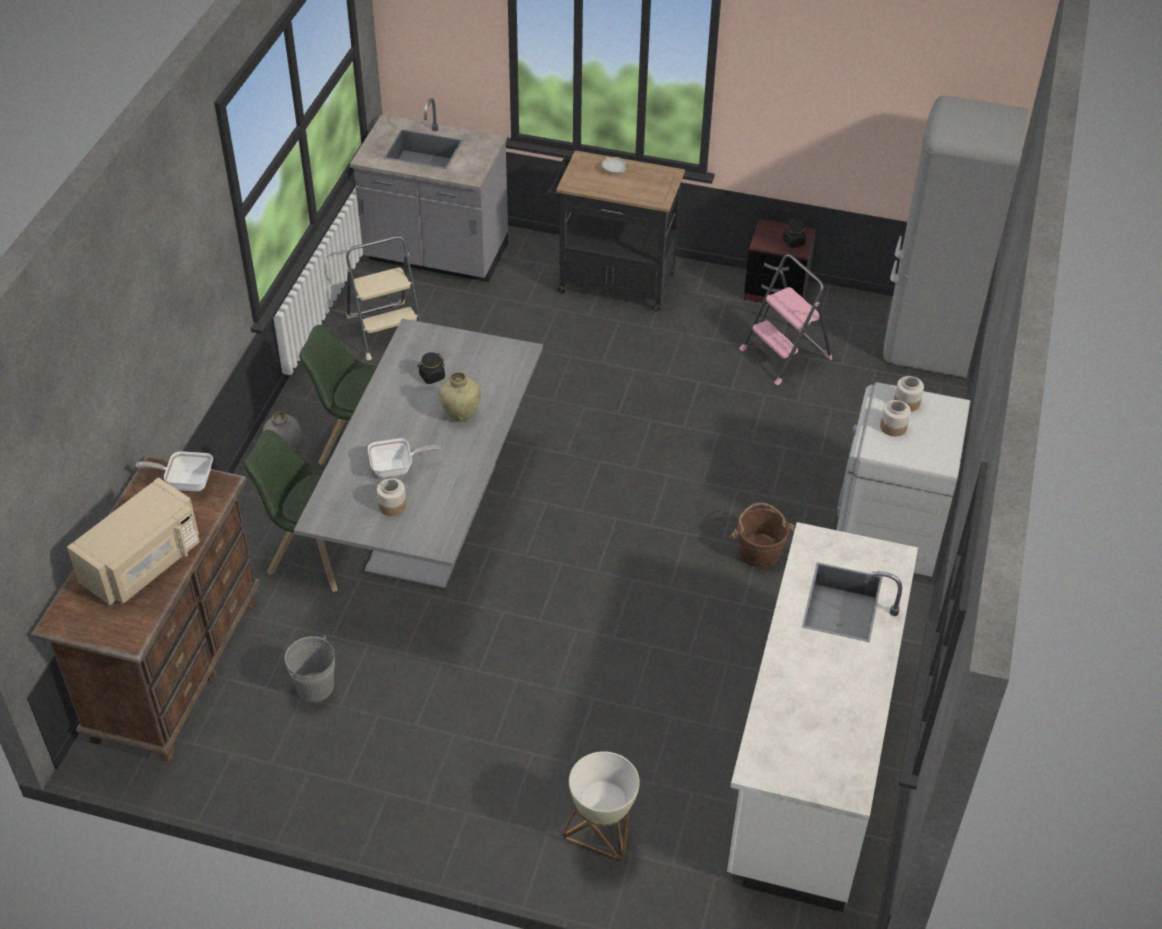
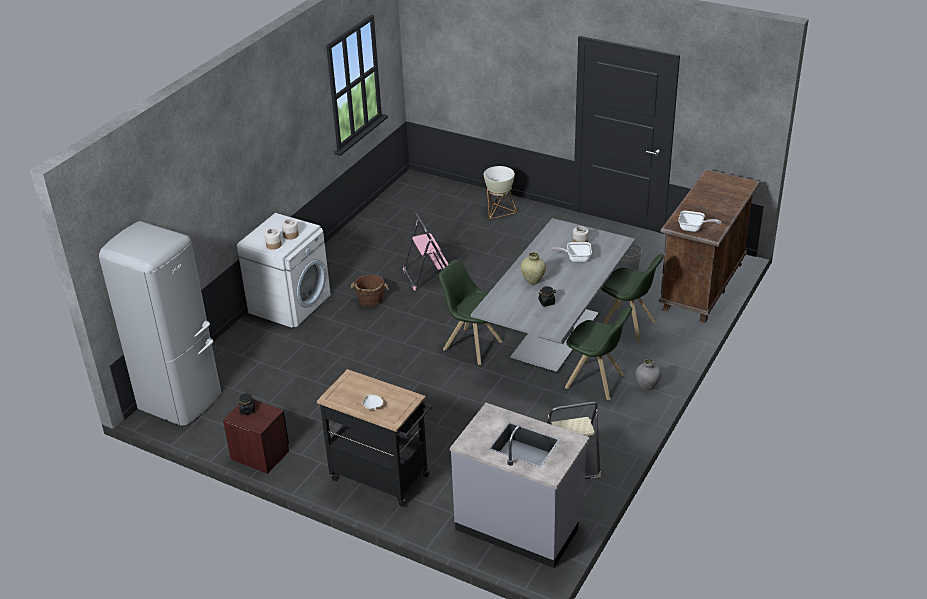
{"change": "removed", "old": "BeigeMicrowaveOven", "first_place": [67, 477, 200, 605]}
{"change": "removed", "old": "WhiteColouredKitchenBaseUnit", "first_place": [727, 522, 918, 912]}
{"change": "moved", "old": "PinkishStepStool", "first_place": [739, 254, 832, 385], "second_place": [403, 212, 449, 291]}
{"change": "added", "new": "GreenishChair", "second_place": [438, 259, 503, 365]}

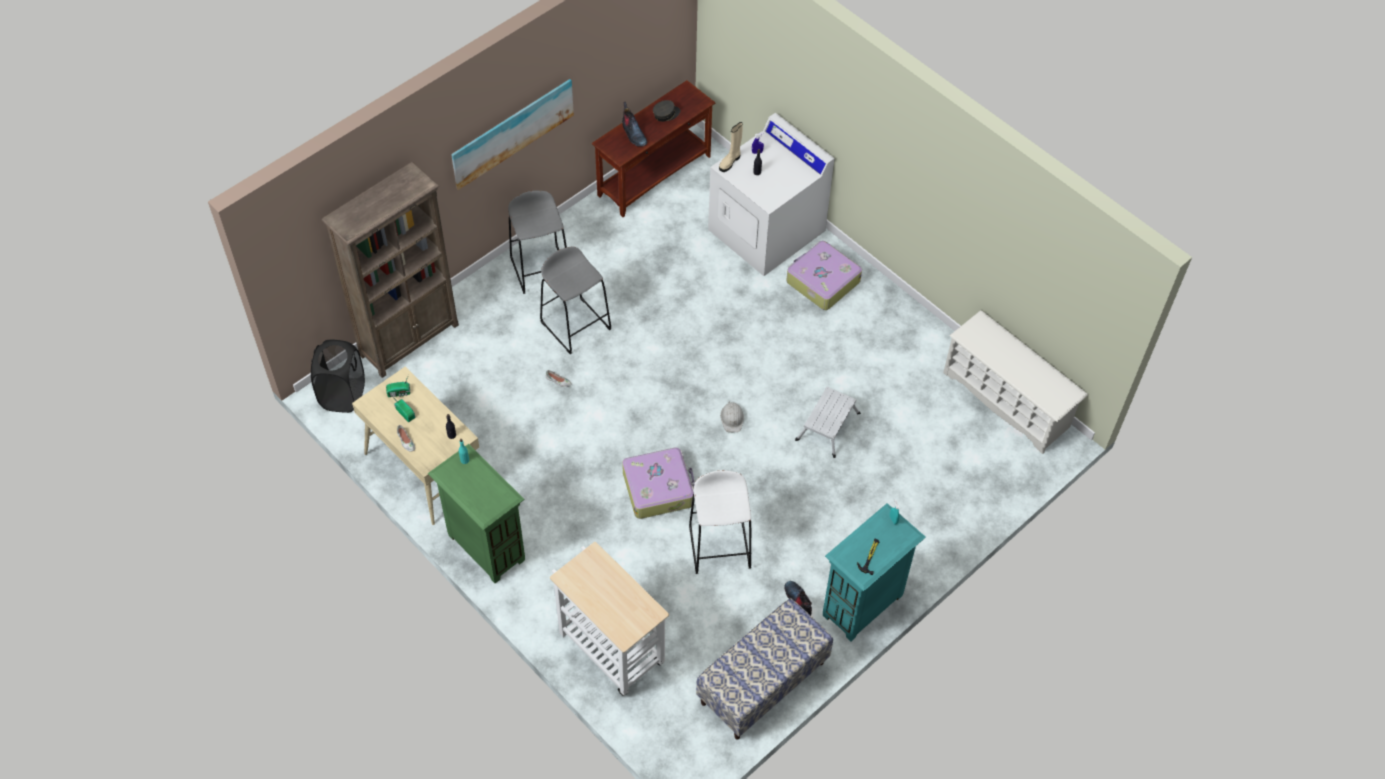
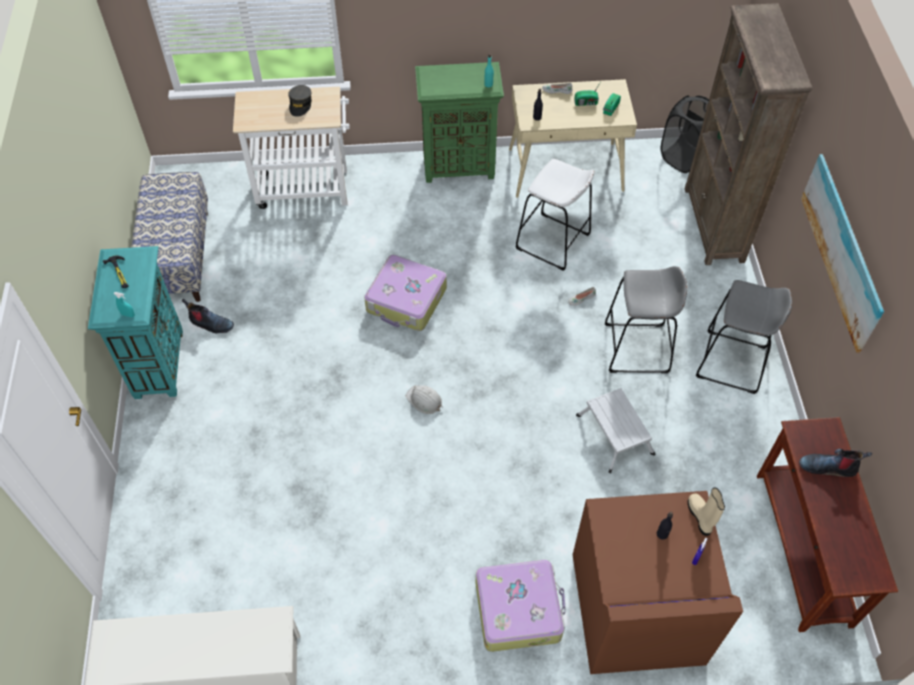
{"change": "moved", "old": "GreyishPeakedCap", "first_place": [653, 100, 681, 122], "second_place": [288, 85, 312, 117]}
{"change": "moved", "old": "WhiteColouredStoolSeat", "first_place": [689, 470, 752, 574], "second_place": [516, 159, 594, 271]}
{"change": "recoloured", "old": "WhiteColouredWashingMachine", "new": "BrownWashingMachine", "first_place": [708, 113, 835, 276], "second_place": [573, 491, 743, 674]}
{"change": "moved", "old": "WhiteColouredStepStool", "first_place": [795, 387, 861, 458], "second_place": [576, 388, 655, 474]}

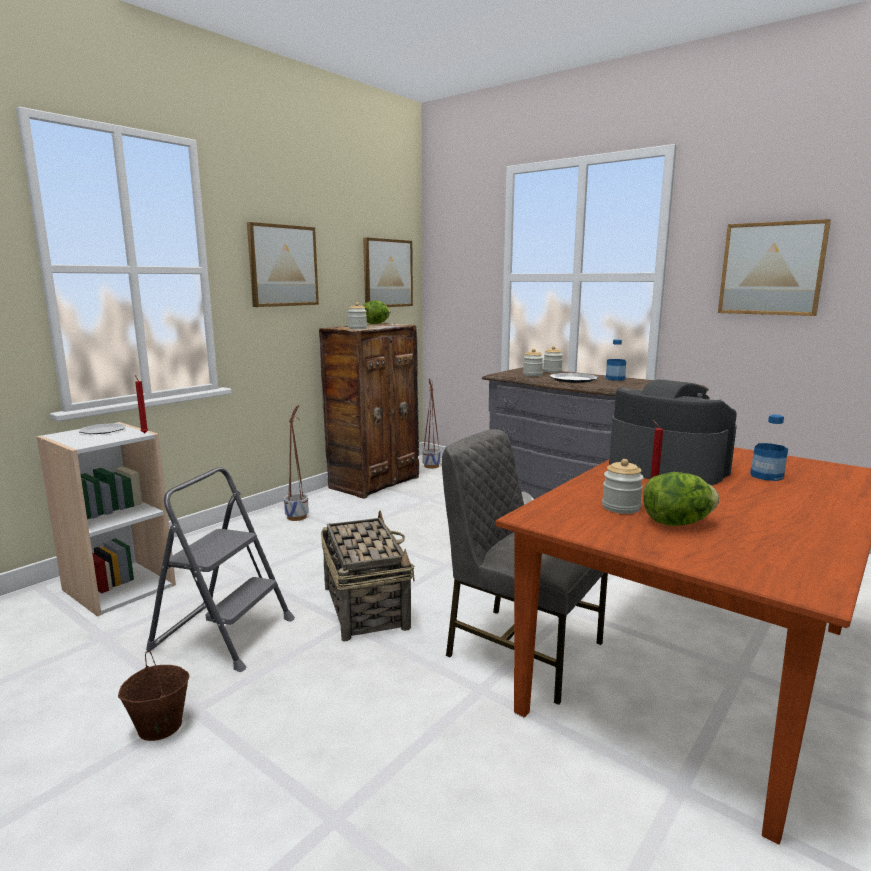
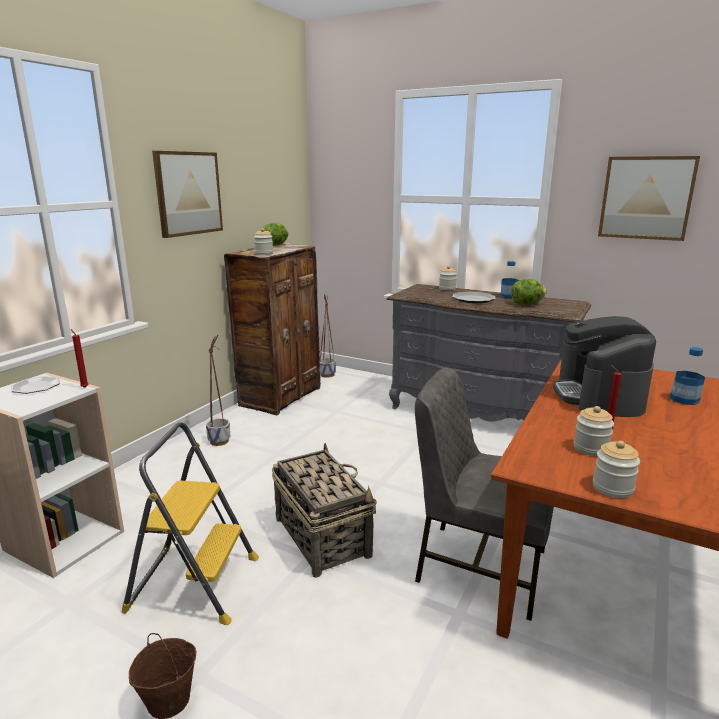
{"change": "recoloured", "old": "GreyishStepStool", "new": "YellowStepStool", "first_place": [146, 467, 295, 672], "second_place": [122, 422, 259, 625]}
{"change": "removed", "old": "WallPicture", "first_place": [363, 237, 413, 307]}
{"change": "moved", "old": "Jar", "first_place": [523, 349, 543, 376], "second_place": [593, 441, 640, 498]}
{"change": "turned", "old": "CoffeeBrewer", "first_place": [609, 380, 737, 485], "second_place": [553, 316, 656, 417], "degrees": -120}
{"change": "moved", "old": "Lettuce", "first_place": [643, 472, 720, 526], "second_place": [511, 279, 547, 305]}

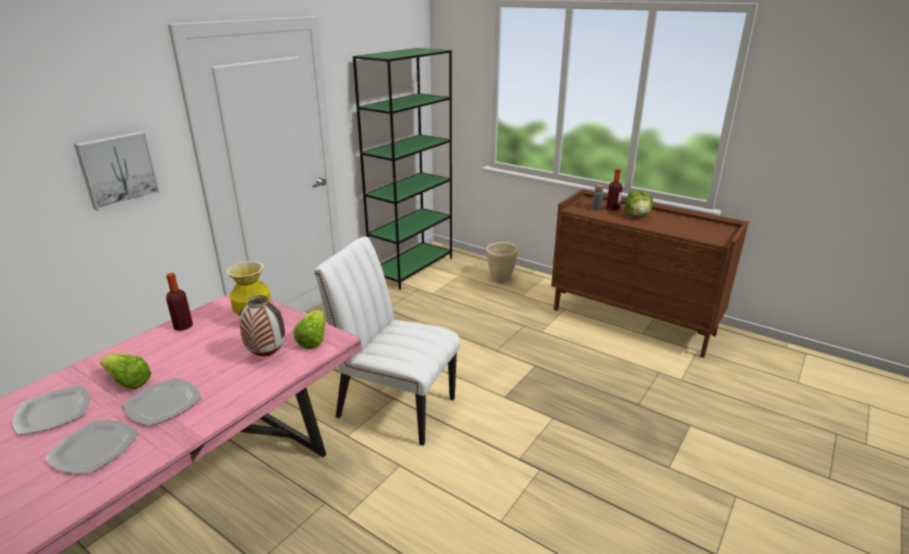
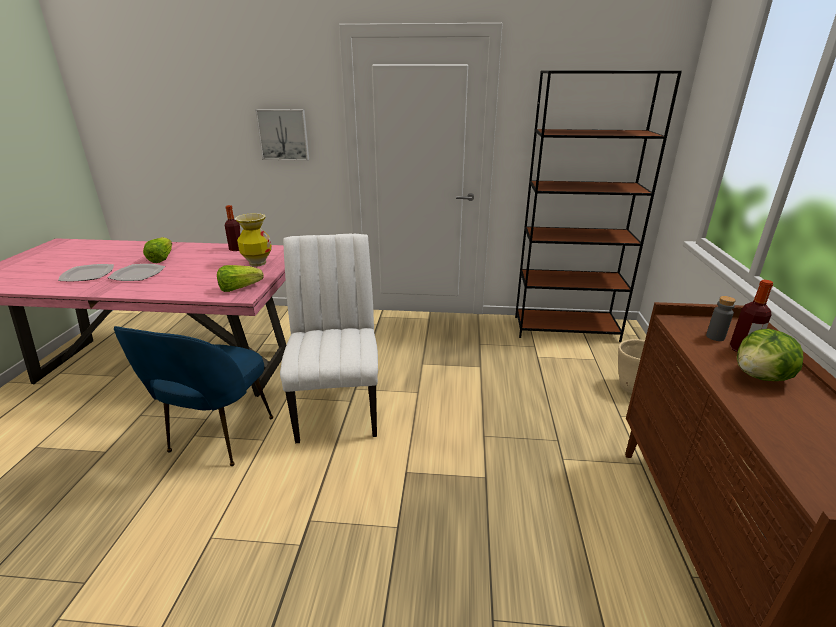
{"change": "removed", "old": "DinnerPlate", "first_place": [12, 386, 90, 435]}
{"change": "removed", "old": "Vase", "first_place": [239, 295, 285, 357]}
{"change": "recoloured", "old": "GreenishShelvingUnit", "new": "BrownShelvingUnit", "first_place": [353, 48, 452, 290], "second_place": [515, 71, 682, 342]}
{"change": "added", "new": "BlueChair", "second_place": [114, 326, 273, 466]}

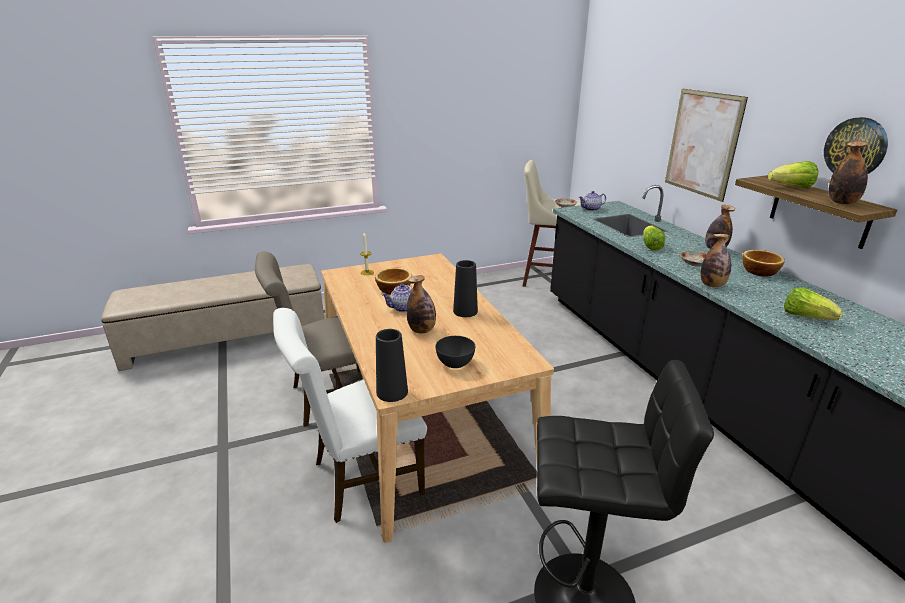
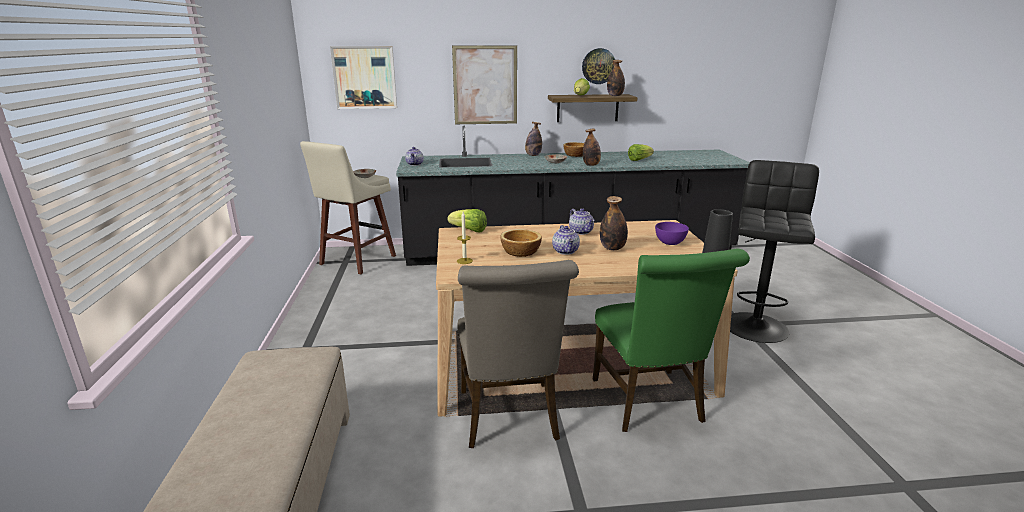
{"change": "recoloured", "old": "WhiteColouredChair", "new": "GreenishChair", "first_place": [273, 308, 427, 523], "second_place": [593, 249, 750, 432]}
{"change": "recoloured", "old": "GreyishServingBowl", "new": "PurpleColouredServingBowl", "first_place": [436, 336, 475, 368], "second_place": [655, 222, 689, 245]}
{"change": "replaced", "old": "BlackColouredVase", "new": "TeaPot", "first_place": [453, 260, 478, 317], "second_place": [569, 208, 595, 235]}
{"change": "moved", "old": "Lettuce", "first_place": [643, 225, 665, 251], "second_place": [448, 209, 487, 232]}
{"change": "added", "new": "WallPicture", "second_place": [330, 46, 397, 109]}

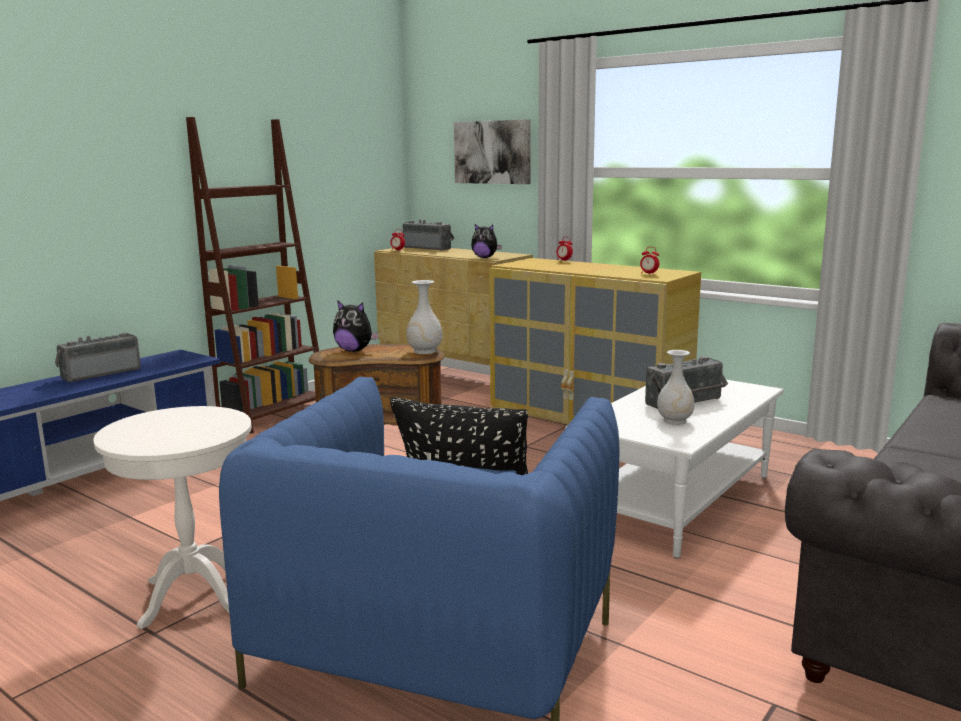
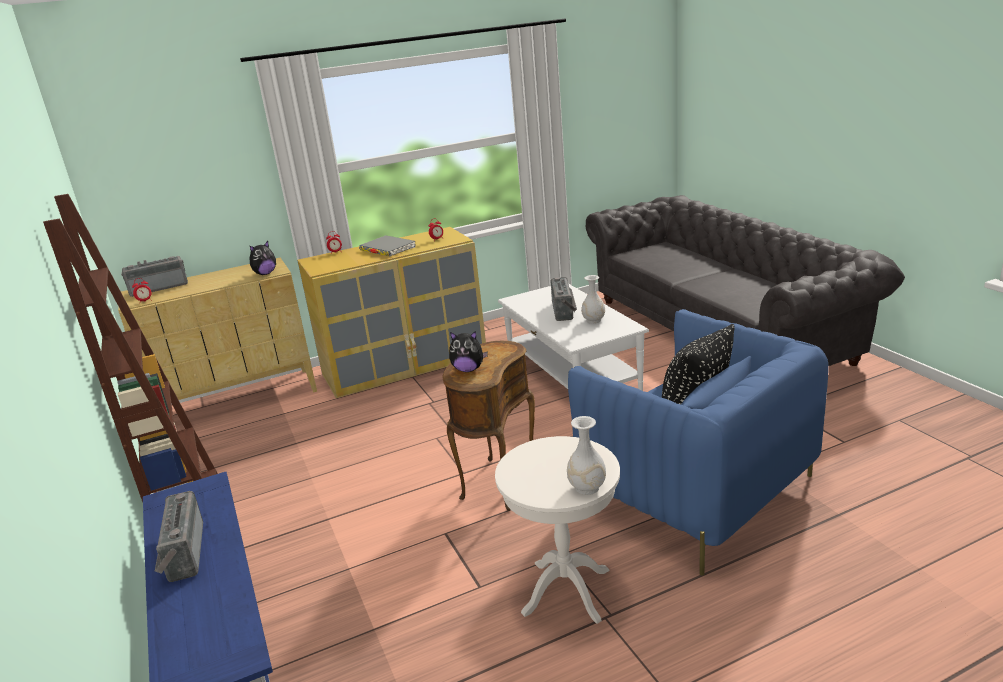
{"change": "turned", "old": "CuddlyToy", "first_place": [333, 300, 379, 352], "second_place": [449, 331, 488, 372], "degrees": 45}
{"change": "moved", "old": "WhiteColouredVase", "first_place": [406, 280, 443, 354], "second_place": [567, 416, 606, 495]}
{"change": "removed", "old": "WallPicture", "first_place": [454, 119, 531, 184]}
{"change": "added", "new": "GreyishVolume", "second_place": [359, 235, 416, 256]}

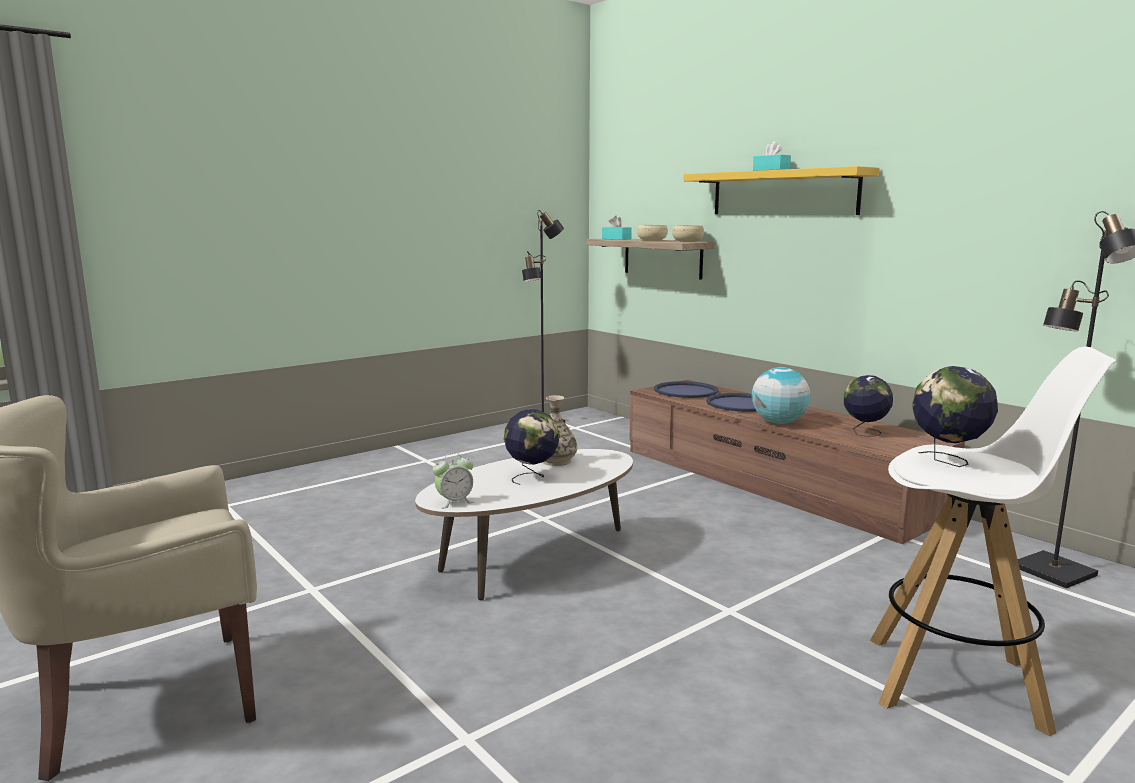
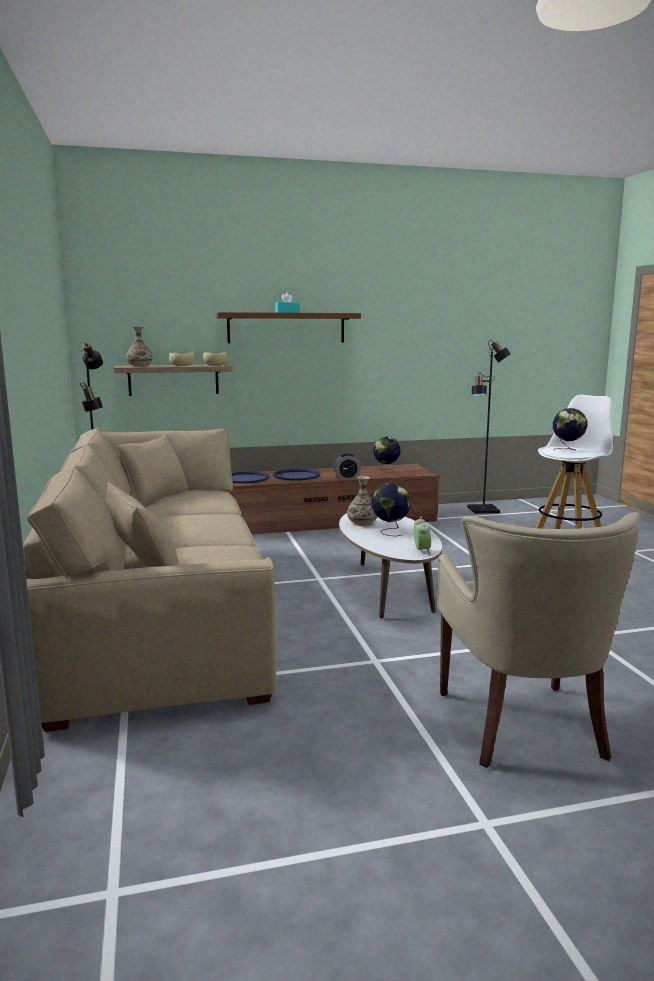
{"change": "replaced", "old": "BlueGreenTissueHolder", "new": "Vase", "first_place": [602, 216, 632, 240], "second_place": [126, 327, 153, 367]}
{"change": "recoloured", "old": "YellowShelf", "new": "BrownShelf", "first_place": [683, 166, 880, 215], "second_place": [216, 312, 361, 343]}
{"change": "replaced", "old": "WorldGlobe", "new": "BedsideClock", "first_place": [752, 367, 810, 424], "second_place": [334, 454, 361, 479]}
{"change": "added", "new": "BeigeSettee", "second_place": [23, 427, 276, 732]}

